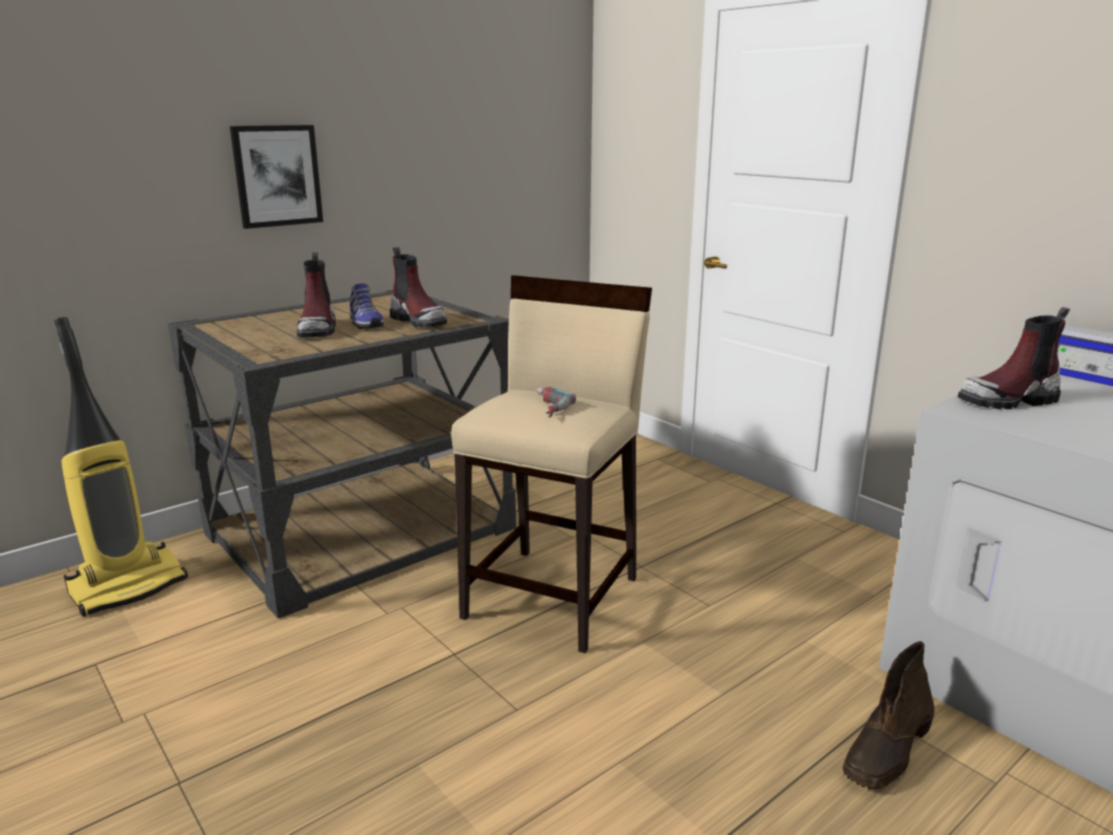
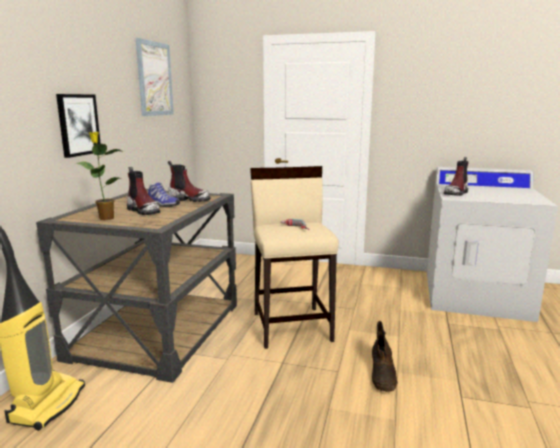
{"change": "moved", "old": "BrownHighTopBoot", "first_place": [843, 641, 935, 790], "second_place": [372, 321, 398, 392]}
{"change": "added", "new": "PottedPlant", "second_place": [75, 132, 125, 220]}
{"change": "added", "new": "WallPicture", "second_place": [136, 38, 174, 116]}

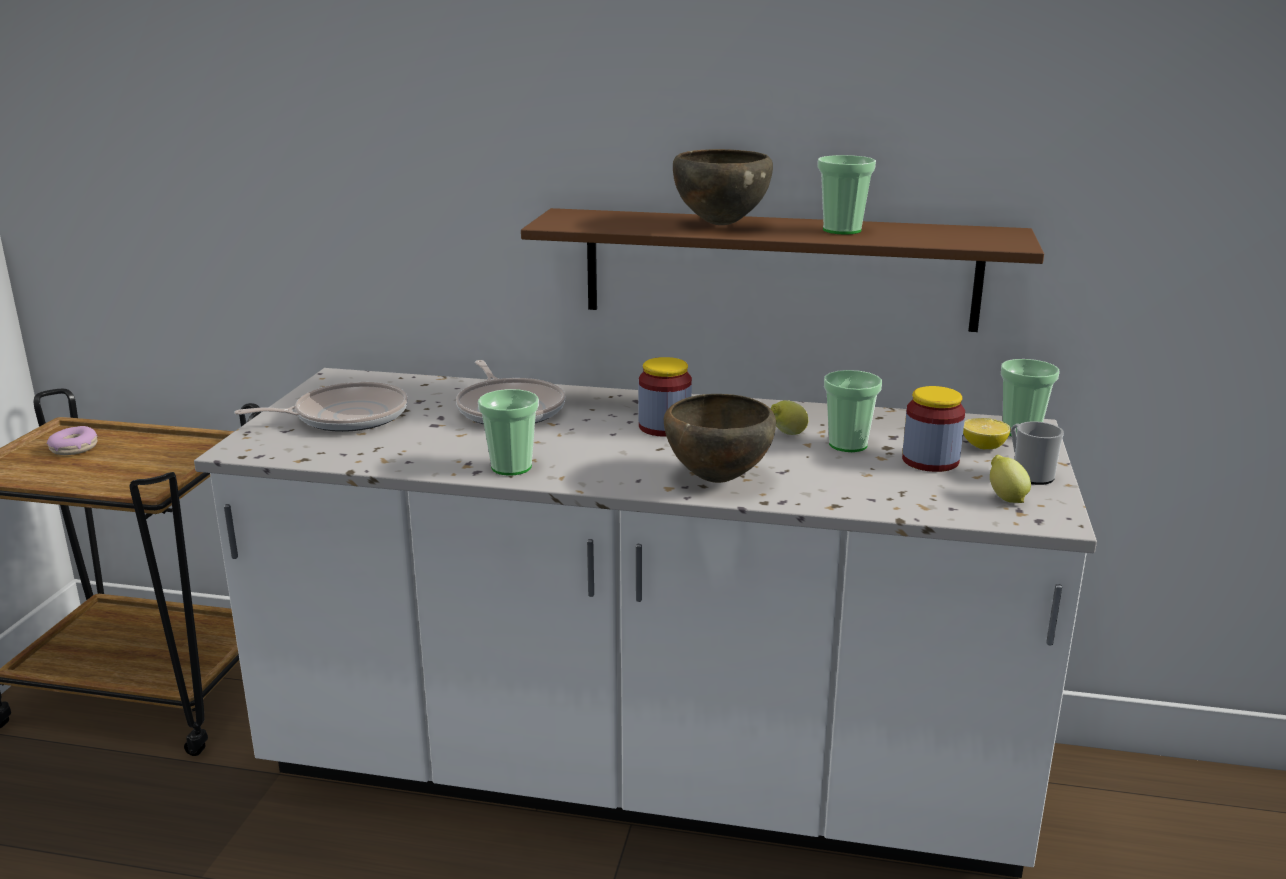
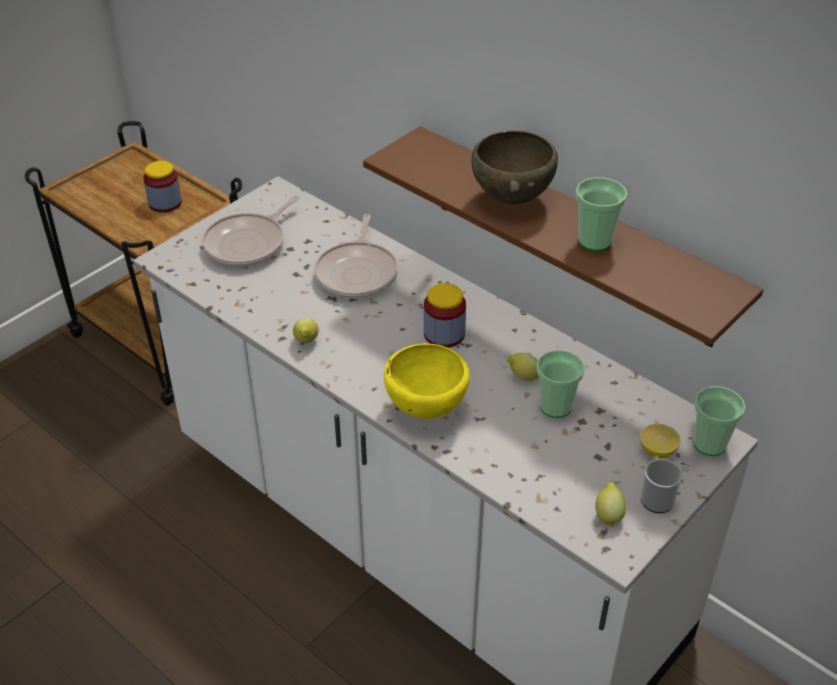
{"change": "removed", "old": "Doughnut", "first_place": [47, 426, 98, 455]}
{"change": "turned", "old": "Pan", "first_place": [234, 382, 408, 432], "second_place": [202, 196, 300, 267], "degrees": 120}
{"change": "replaced", "old": "SmallCup", "new": "Lemon", "first_place": [478, 389, 539, 476], "second_place": [293, 318, 319, 343]}
{"change": "recoloured", "old": "BrownServingBowl", "new": "YellowServingBowl", "first_place": [664, 394, 776, 483], "second_place": [384, 343, 470, 419]}
{"change": "moved", "old": "Jar", "first_place": [902, 386, 965, 472], "second_place": [143, 161, 182, 213]}

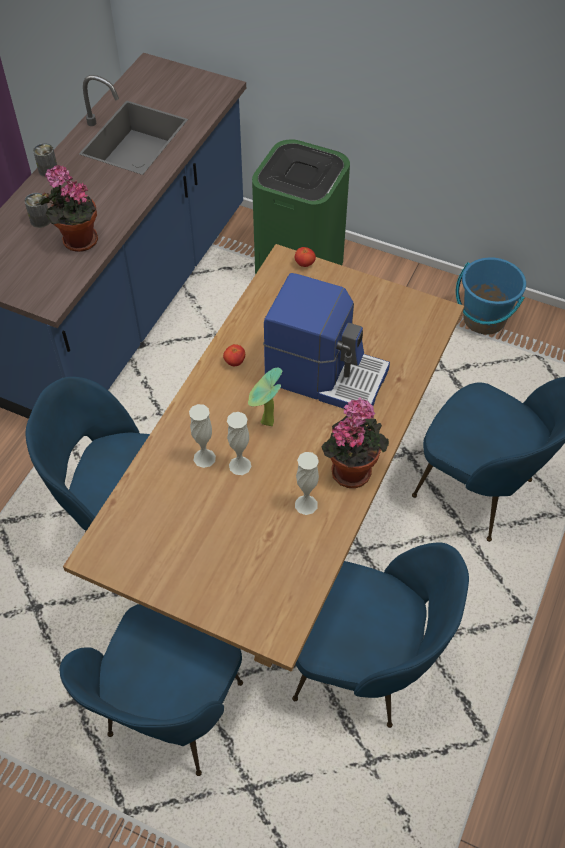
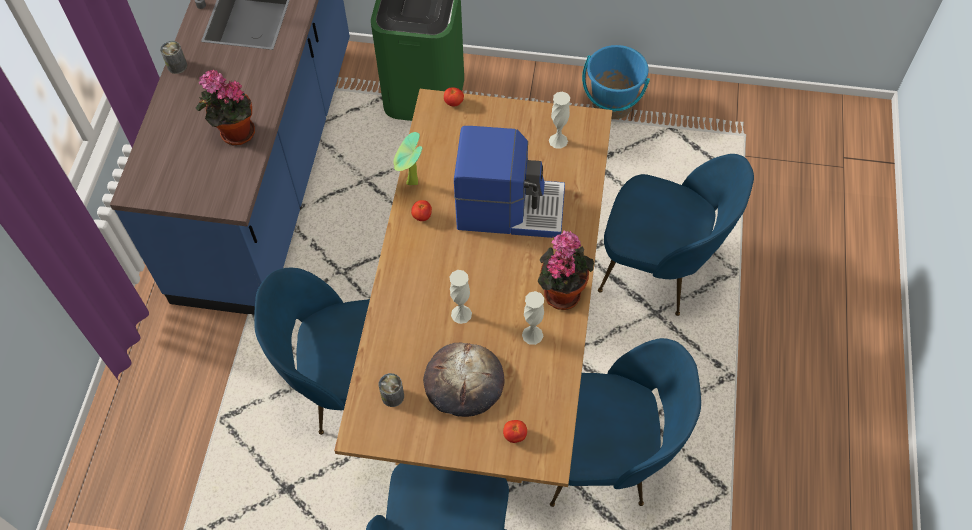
{"change": "moved", "old": "MetalCan", "first_place": [24, 193, 50, 228], "second_place": [379, 373, 404, 407]}
{"change": "moved", "old": "WhiteColouredVase", "first_place": [189, 404, 216, 468], "second_place": [549, 92, 570, 149]}
{"change": "moved", "old": "PottedPlant", "first_place": [248, 367, 282, 426], "second_place": [394, 132, 423, 185]}
{"change": "added", "new": "Bread", "second_place": [423, 343, 505, 417]}
{"change": "added", "new": "Tomato", "second_place": [503, 420, 527, 443]}

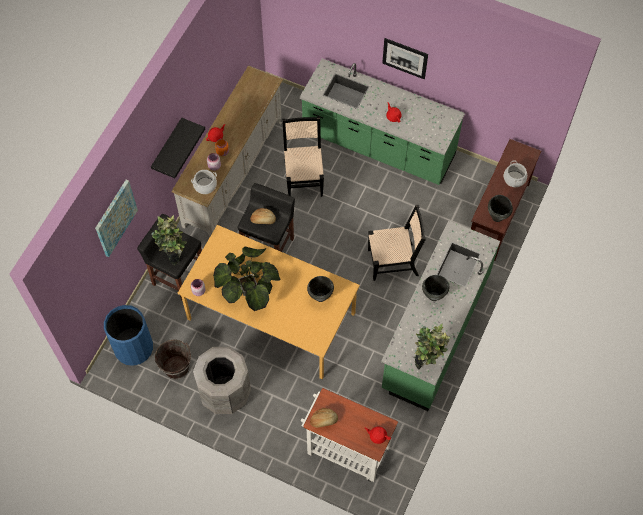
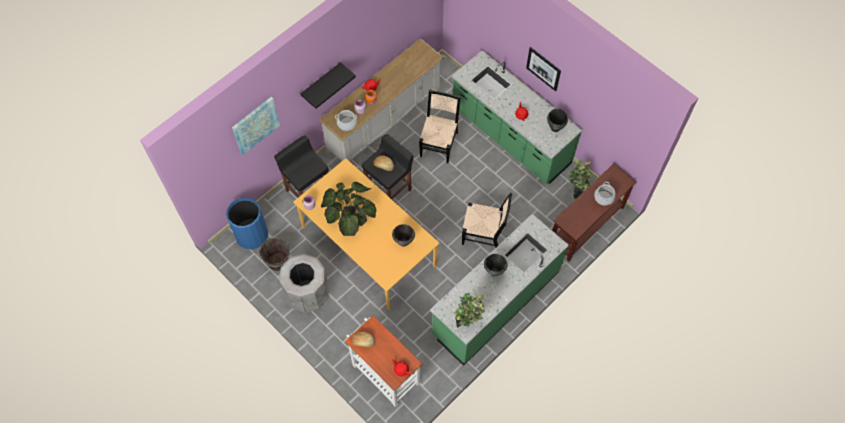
{"change": "moved", "old": "PottedPlant", "first_place": [151, 215, 187, 265], "second_place": [569, 158, 592, 199]}
{"change": "moved", "old": "BlackColouredCookingPot", "first_place": [488, 195, 513, 222], "second_place": [547, 108, 568, 132]}

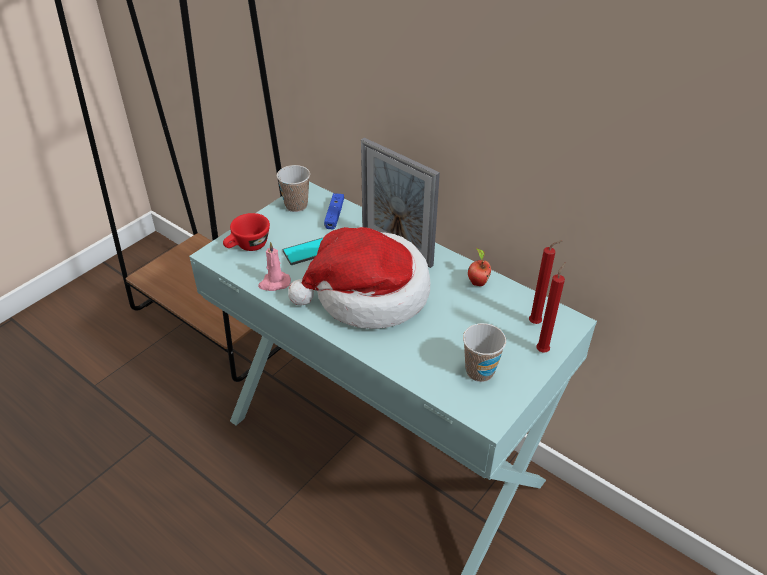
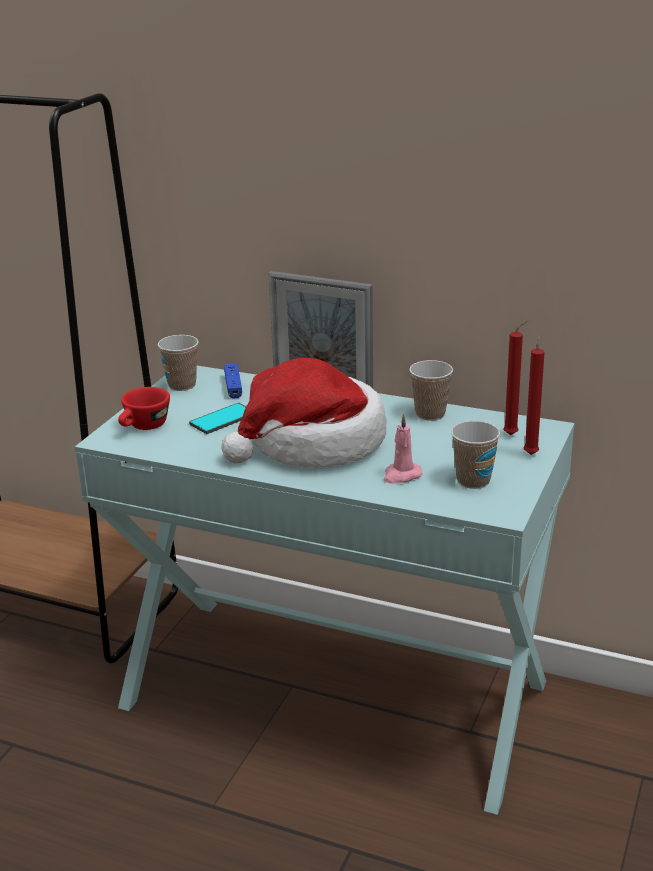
{"change": "moved", "old": "PinkishCandle", "first_place": [258, 242, 291, 291], "second_place": [383, 414, 422, 484]}
{"change": "replaced", "old": "AppleFruit", "new": "SmallCup", "first_place": [468, 248, 491, 286], "second_place": [409, 360, 453, 421]}

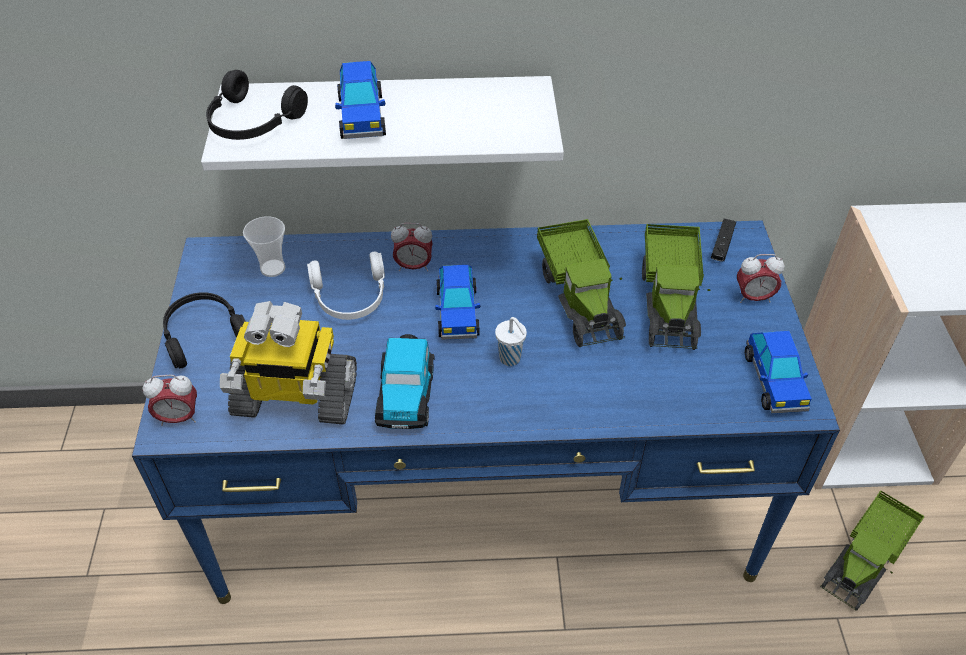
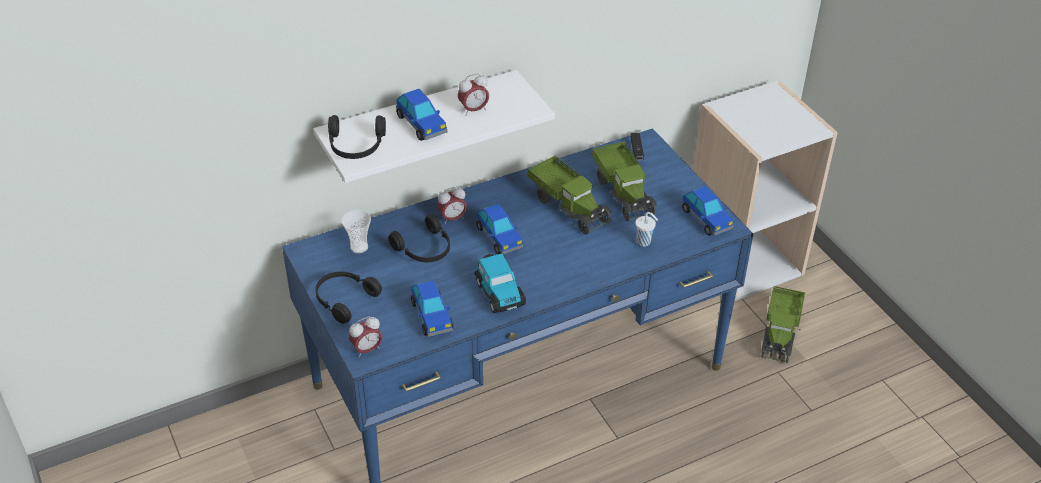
{"change": "replaced", "old": "ToyRobot", "new": "ModelCar", "first_place": [220, 301, 357, 424], "second_place": [411, 281, 453, 337]}
{"change": "recoloured", "old": "WhiteColouredHeadset", "new": "BlackColouredHeadset", "first_place": [307, 252, 385, 320], "second_place": [388, 214, 450, 262]}
{"change": "moved", "old": "WhiteColouredSmallCup", "first_place": [495, 317, 527, 366], "second_place": [635, 212, 658, 247]}
{"change": "moved", "old": "BedsideClock", "first_place": [737, 254, 784, 303], "second_place": [458, 74, 489, 116]}

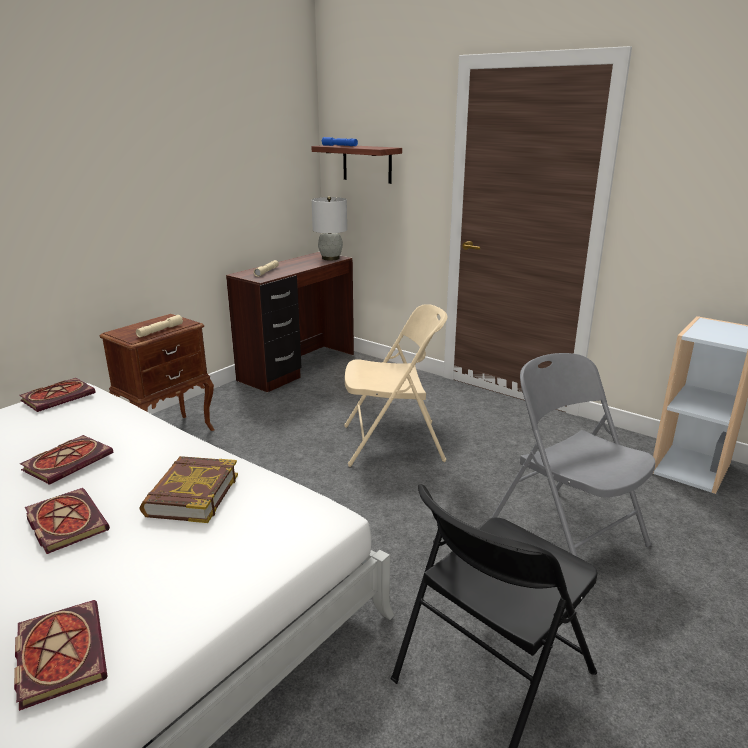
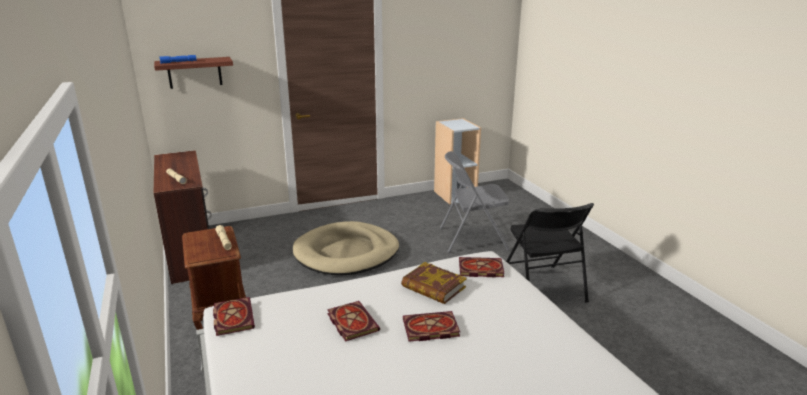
{"change": "moved", "old": "Volume", "first_place": [14, 600, 108, 711], "second_place": [459, 257, 505, 277]}
{"change": "removed", "old": "WhiteColouredTabletopLamp", "first_place": [312, 196, 347, 260]}
{"change": "replaced", "old": "BeigeChair", "new": "BeigeDogCushion", "first_place": [344, 304, 448, 467], "second_place": [293, 221, 399, 275]}

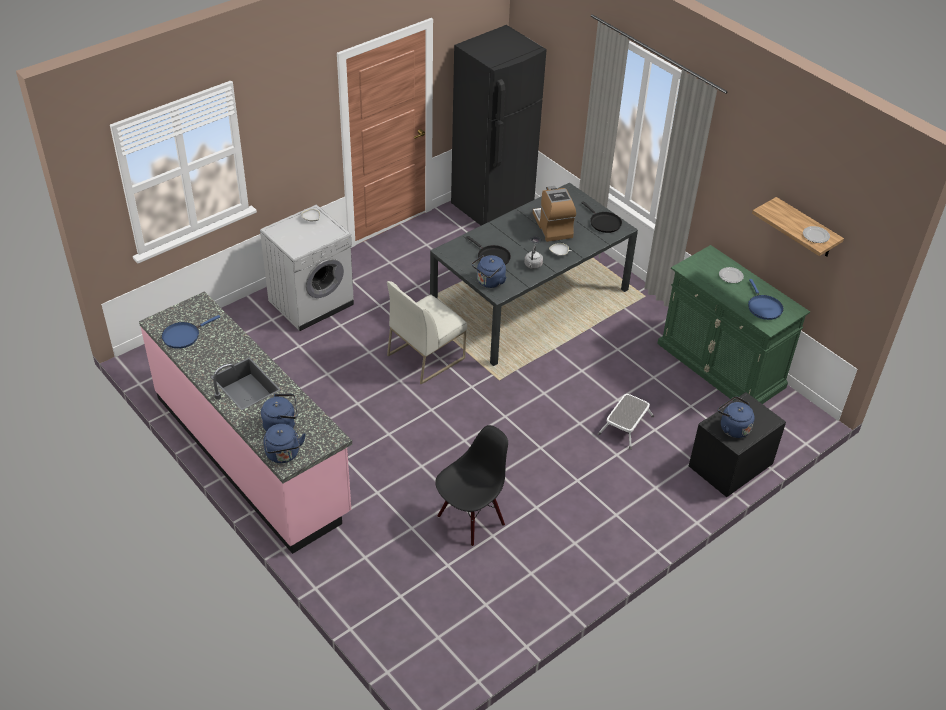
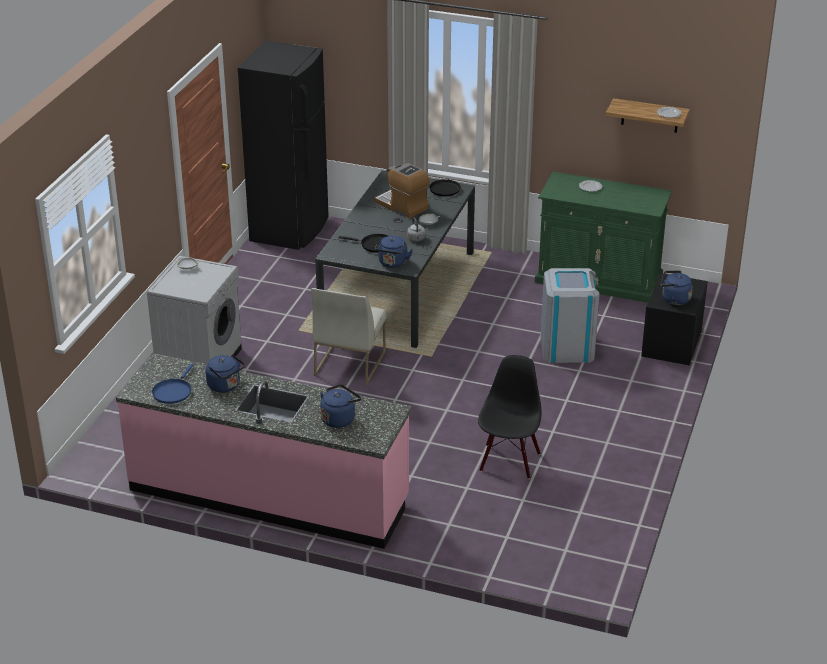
{"change": "moved", "old": "BlueKettle", "first_place": [264, 424, 306, 463], "second_place": [206, 355, 245, 393]}
{"change": "replaced", "old": "GreyishStepStool", "new": "GreyishWasteBin", "first_place": [598, 394, 654, 450], "second_place": [541, 268, 600, 363]}
{"change": "removed", "old": "BluePan", "first_place": [748, 279, 784, 320]}

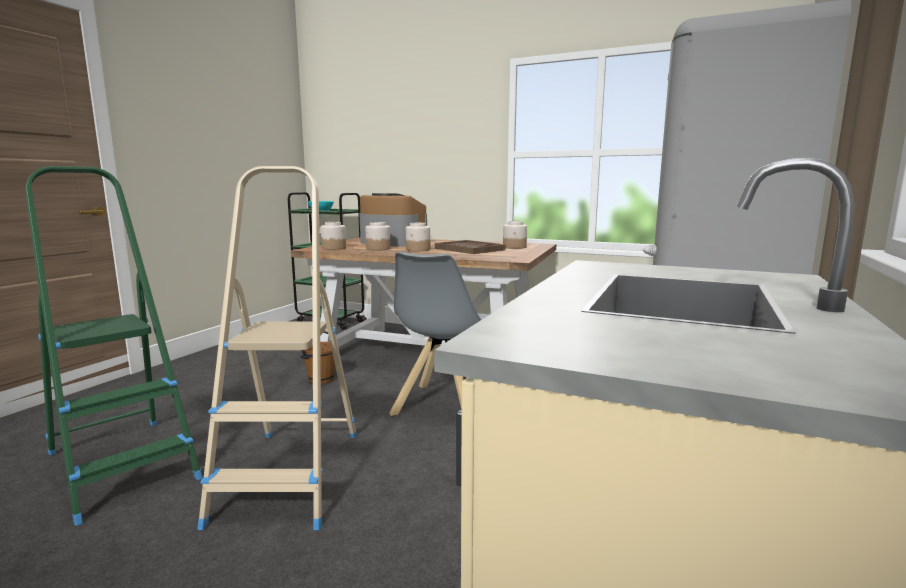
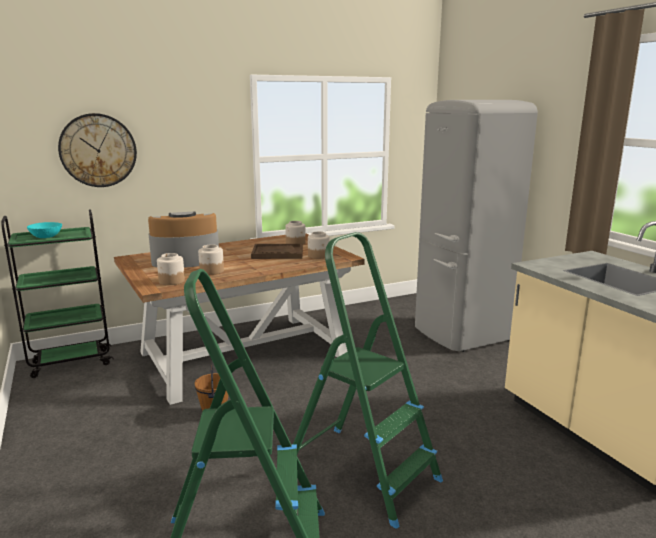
{"change": "recoloured", "old": "BeigeStepStool", "new": "GreenishStepStool", "first_place": [197, 166, 357, 530], "second_place": [293, 232, 443, 528]}
{"change": "removed", "old": "GreyishChair", "first_place": [389, 252, 489, 416]}
{"change": "moved", "old": "Jar", "first_place": [406, 223, 430, 251], "second_place": [308, 232, 330, 259]}
{"change": "added", "new": "WallClock", "second_place": [58, 113, 137, 187]}

